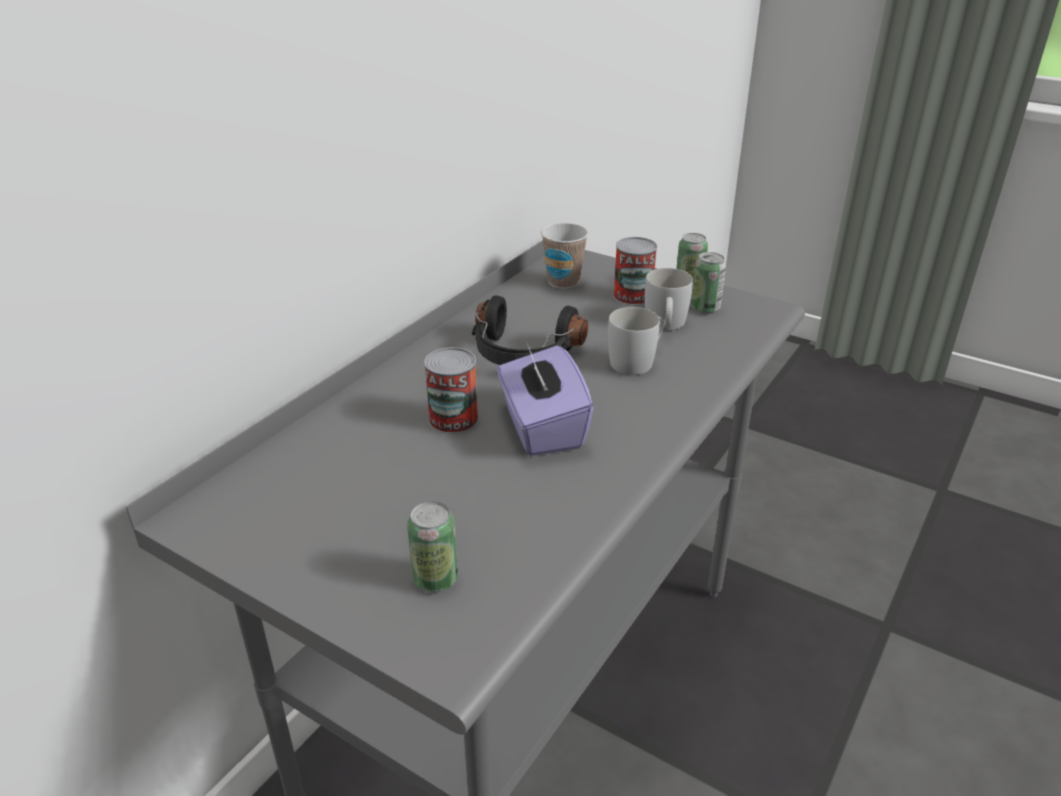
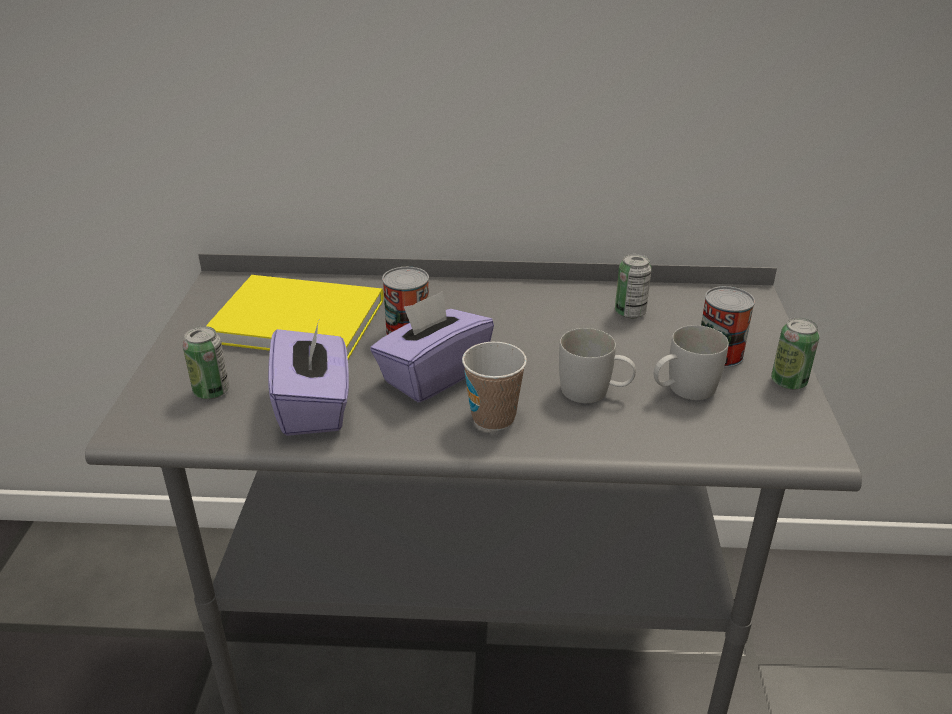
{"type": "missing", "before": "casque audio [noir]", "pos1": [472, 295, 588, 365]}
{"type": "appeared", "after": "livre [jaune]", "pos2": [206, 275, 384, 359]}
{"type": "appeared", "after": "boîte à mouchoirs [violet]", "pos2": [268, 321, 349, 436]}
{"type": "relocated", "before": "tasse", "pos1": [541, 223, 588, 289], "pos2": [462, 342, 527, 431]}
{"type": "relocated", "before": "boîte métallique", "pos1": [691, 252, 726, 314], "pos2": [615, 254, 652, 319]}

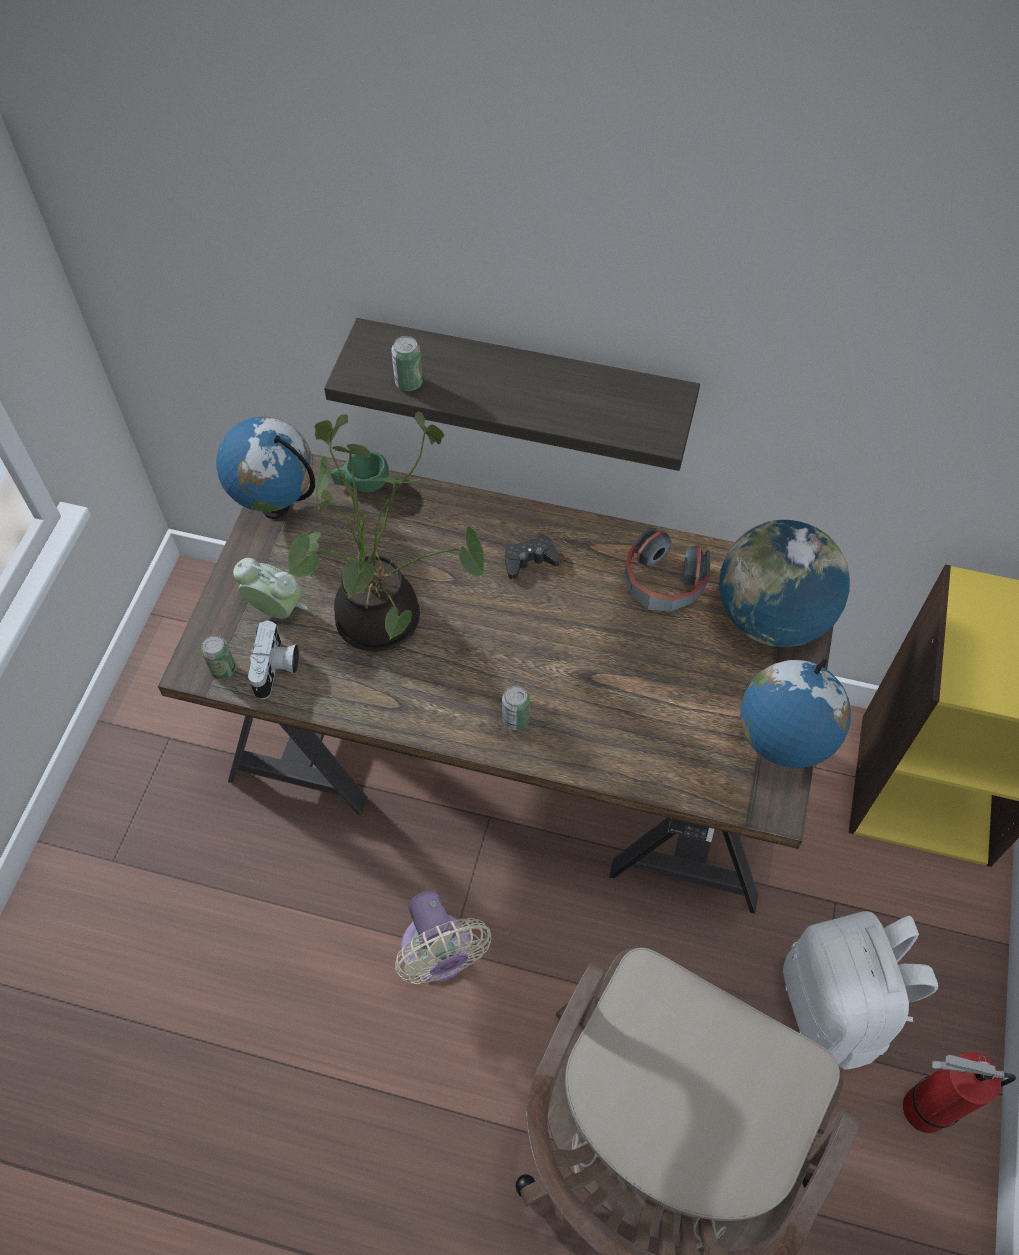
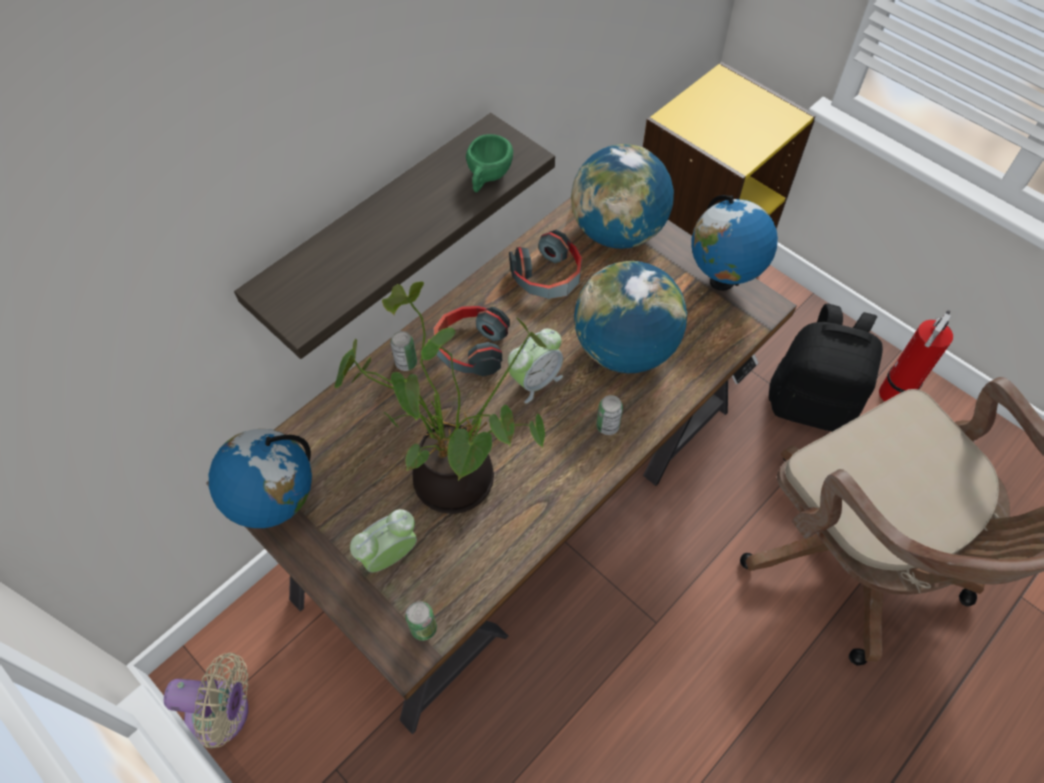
{"type": "missing", "before": "appareil photo", "pos1": [248, 620, 299, 700]}
{"type": "appeared", "after": "réveil", "pos2": [508, 329, 563, 403]}
{"type": "appeared", "after": "globe", "pos2": [574, 261, 687, 373]}
{"type": "relocated", "before": "tasse [vert]", "pos1": [331, 451, 389, 493], "pos2": [466, 134, 513, 192]}
{"type": "relocated", "before": "boîte métallique", "pos1": [391, 336, 423, 391], "pos2": [390, 331, 417, 371]}
{"type": "relocated", "before": "ventilateur [beige]", "pos1": [395, 891, 491, 984], "pos2": [164, 653, 248, 748]}
{"type": "exchanged", "before": "manette [noir]", "after": "casque audio", "pos1": [505, 534, 561, 579], "pos2": [433, 306, 510, 376]}
{"type": "colour", "before": "sac à dos [blanc]", "after": "sac à dos [noir]", "pos1": [783, 911, 938, 1070], "pos2": [769, 303, 883, 432]}

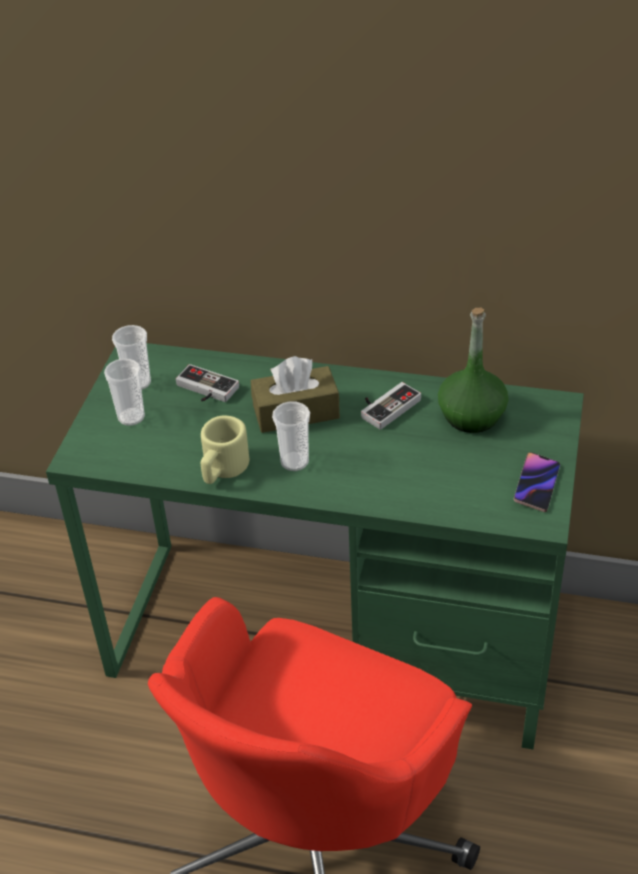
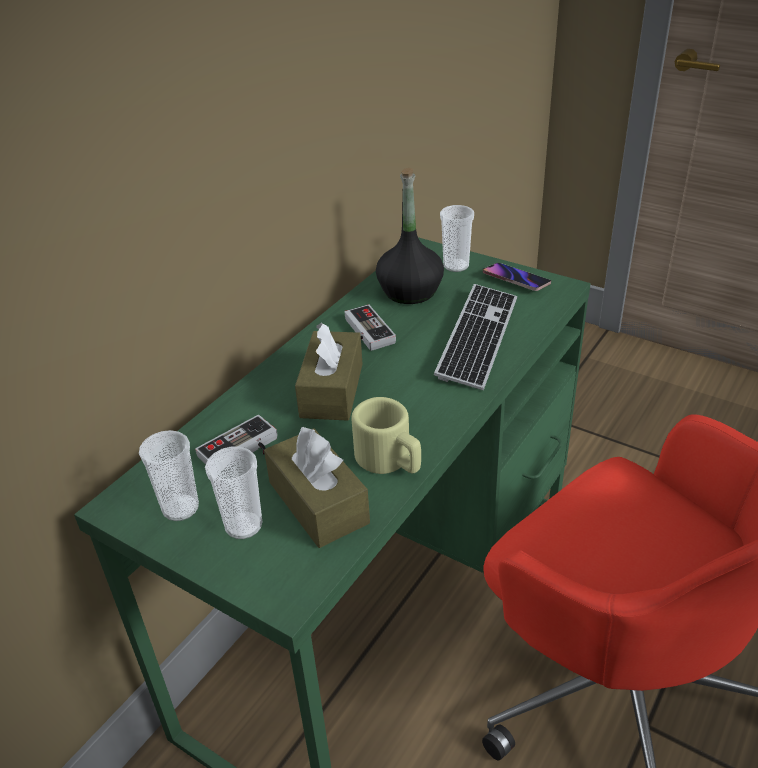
{"type": "appeared", "after": "boîte à mouchoirs [marron]", "pos2": [264, 426, 370, 548]}
{"type": "appeared", "after": "clavier", "pos2": [434, 284, 517, 390]}
{"type": "relocated", "before": "tasse", "pos1": [272, 401, 310, 471], "pos2": [440, 205, 474, 272]}
{"type": "colour", "before": "bouteille [vert]", "after": "bouteille [noir]", "pos1": [438, 308, 508, 433], "pos2": [376, 168, 444, 304]}

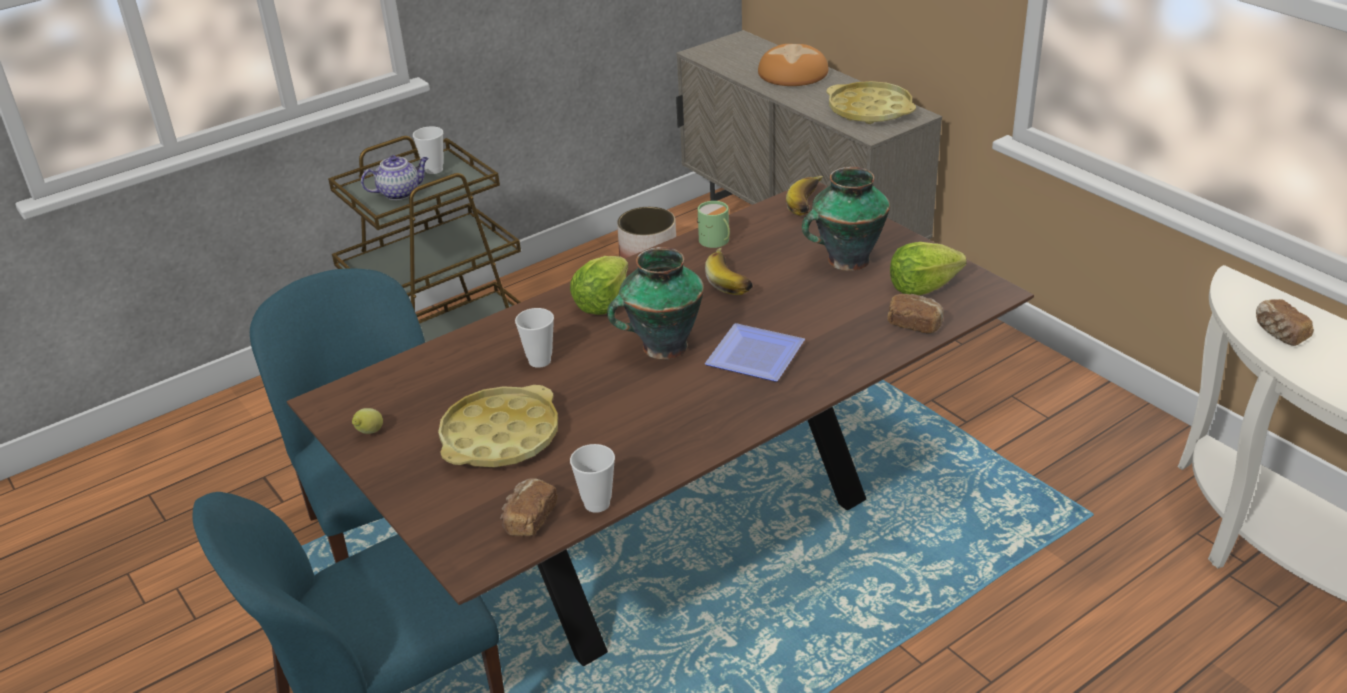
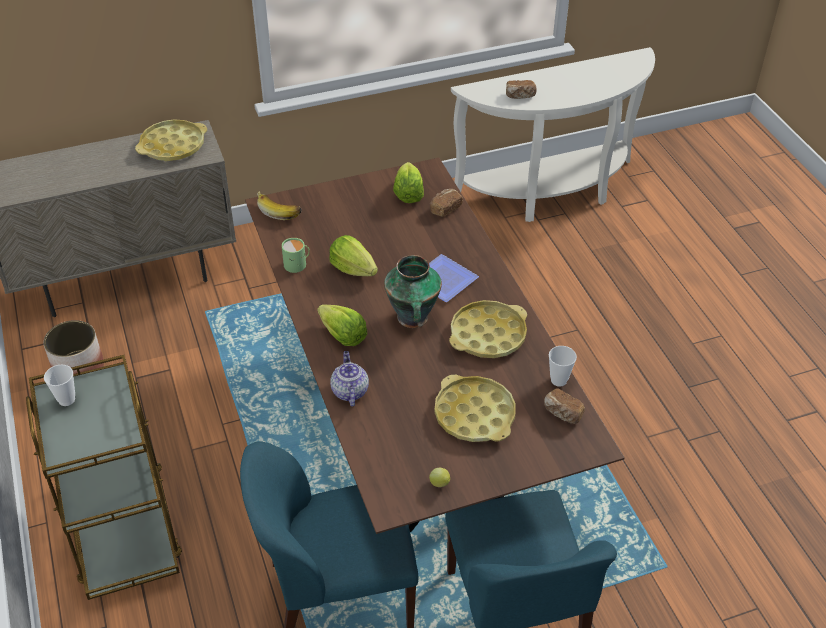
{"type": "missing", "before": "tasse", "pos1": [515, 308, 554, 368]}
{"type": "missing", "before": "pain", "pos1": [758, 44, 828, 86]}
{"type": "missing", "before": "vase", "pos1": [802, 167, 890, 271]}
{"type": "appeared", "after": "plateau [jaune]", "pos2": [449, 300, 527, 358]}
{"type": "relocated", "before": "théière", "pos1": [361, 155, 429, 200], "pos2": [330, 351, 369, 407]}
{"type": "exchanged", "before": "banane", "after": "laitue", "pos1": [705, 248, 753, 295], "pos2": [329, 235, 378, 276]}

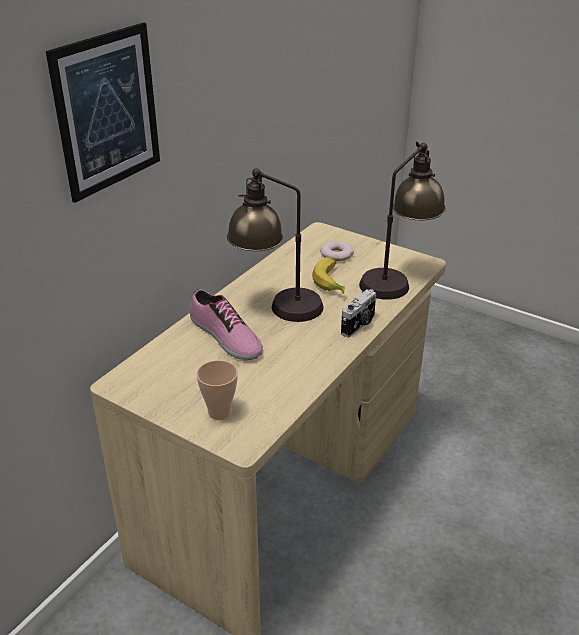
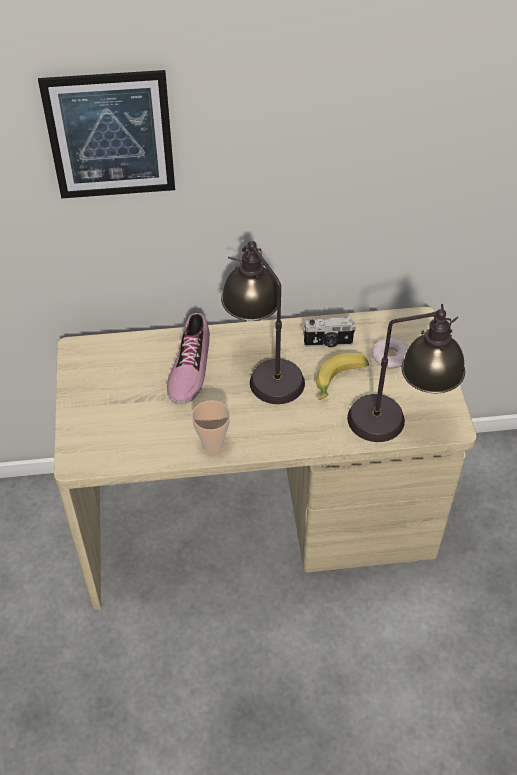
{"type": "relocated", "before": "tasse", "pos1": [196, 360, 238, 420], "pos2": [192, 400, 230, 453]}
{"type": "relocated", "before": "appareil photo", "pos1": [341, 289, 376, 337], "pos2": [303, 317, 356, 347]}

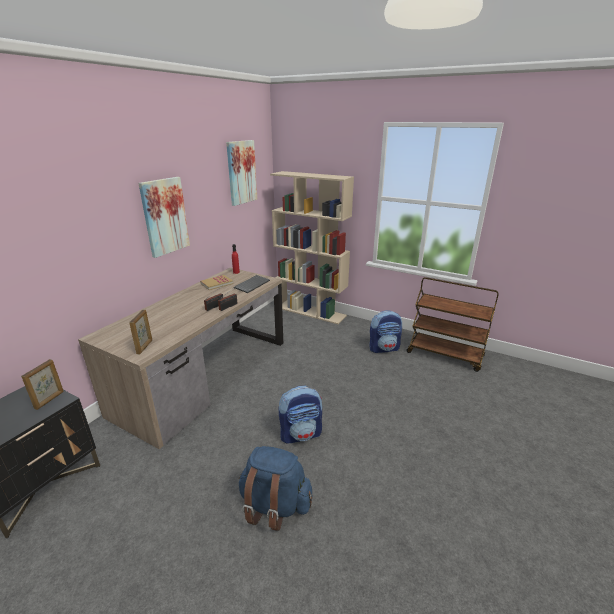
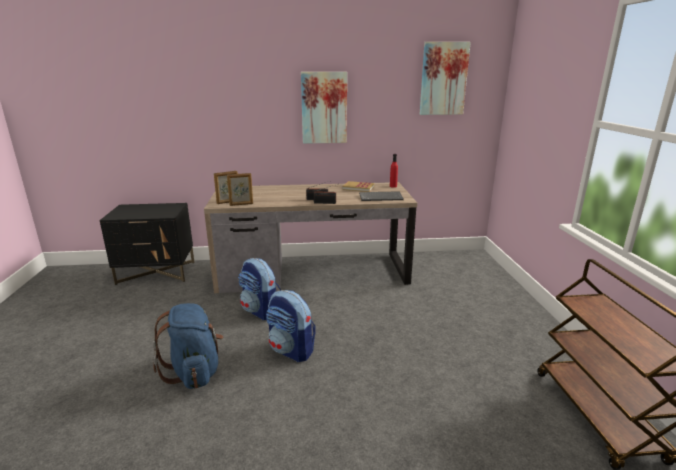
{"type": "missing", "before": "bibliothèque [beige]", "pos1": [270, 171, 354, 324]}
{"type": "relocated", "before": "cadre photo", "pos1": [21, 359, 64, 410], "pos2": [227, 173, 253, 206]}
{"type": "relocated", "before": "sac à dos", "pos1": [369, 310, 402, 353], "pos2": [238, 258, 281, 320]}

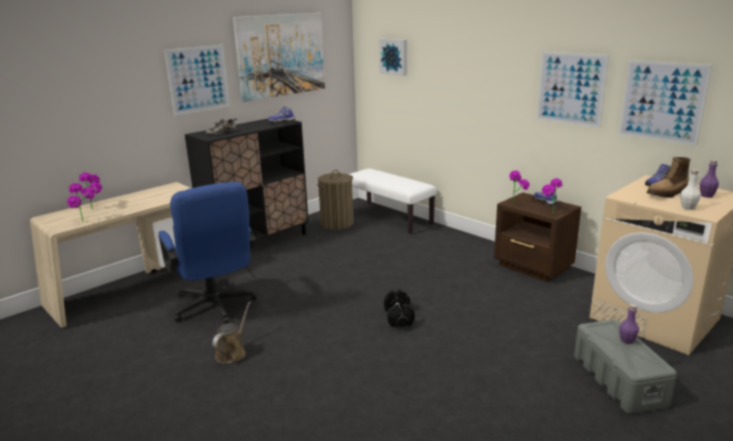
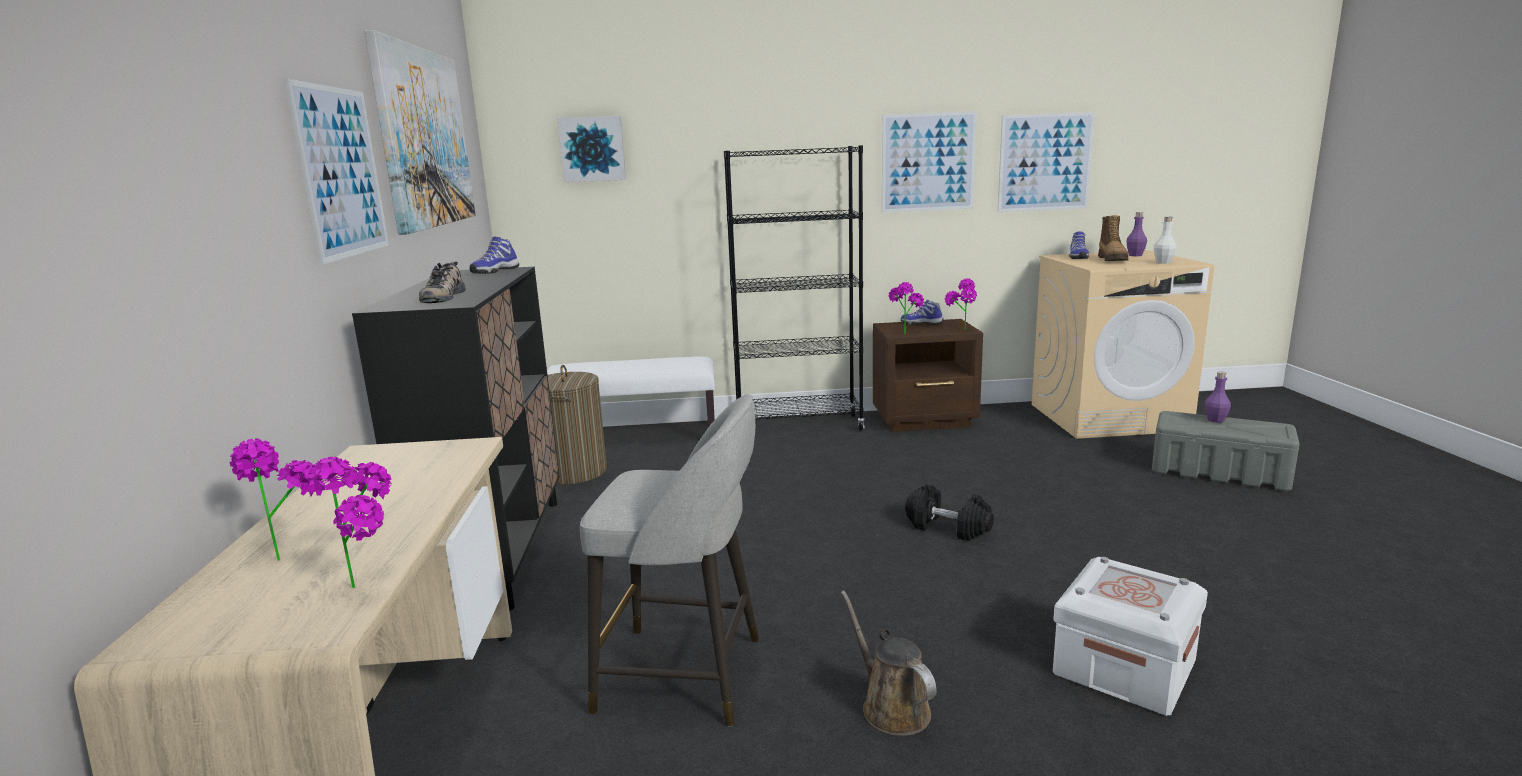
{"type": "appeared", "after": "bibliothèque [noir]", "pos2": [724, 145, 865, 431]}
{"type": "appeared", "after": "boîte de rangement [blanc]", "pos2": [1053, 557, 1208, 716]}
{"type": "exchanged", "before": "chaise de bureau [bleu]", "after": "tabouret [gris]", "pos1": [158, 182, 257, 324], "pos2": [580, 394, 759, 727]}

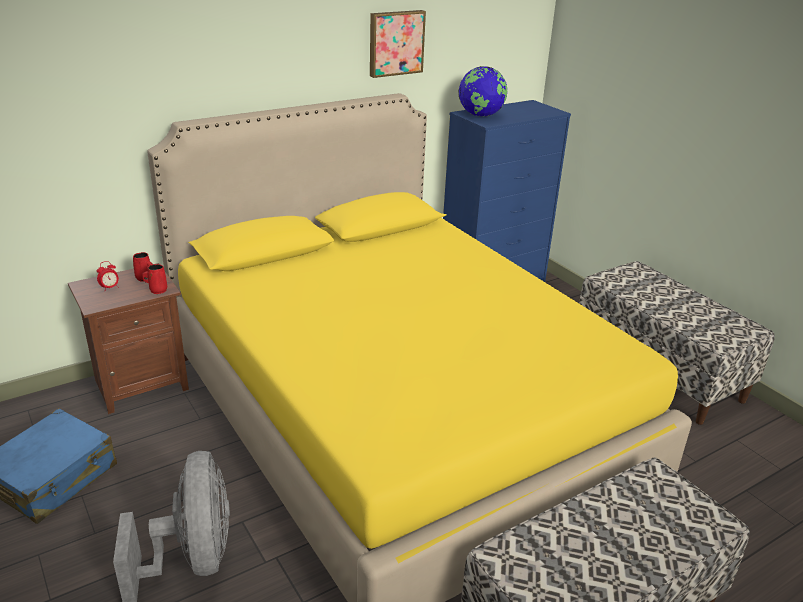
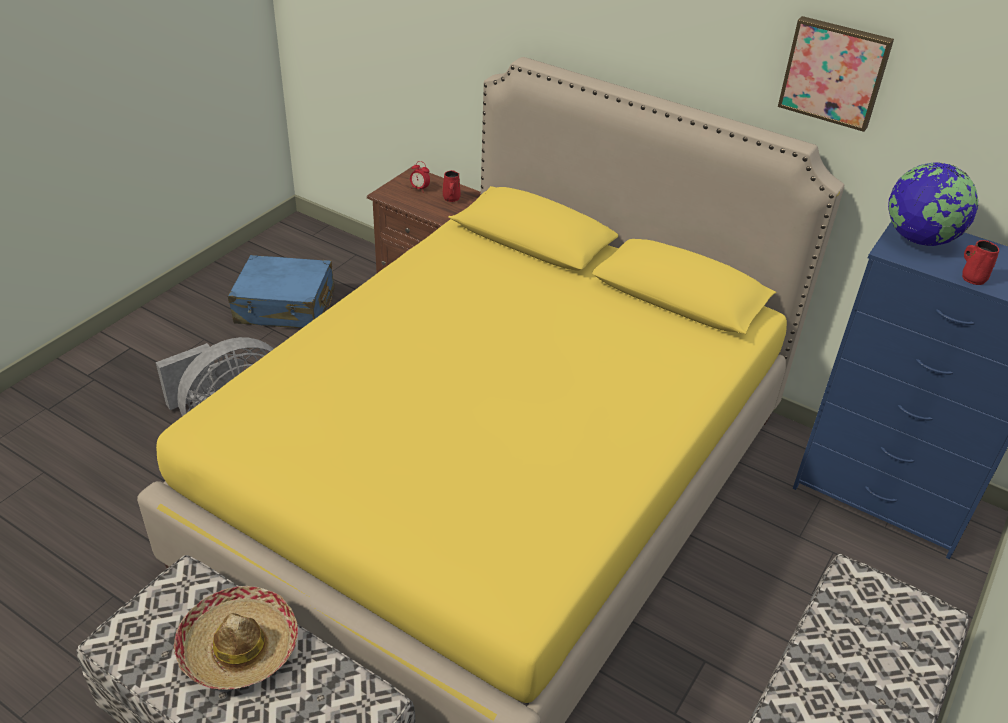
{"type": "appeared", "after": "chapeau", "pos2": [173, 586, 298, 690]}
{"type": "relocated", "before": "mug [rouge]", "pos1": [142, 264, 167, 294], "pos2": [962, 240, 999, 285]}

